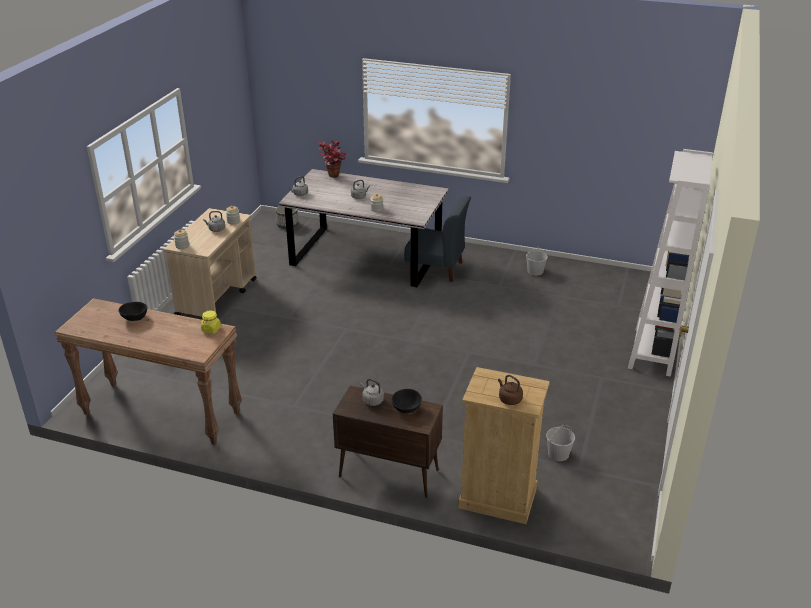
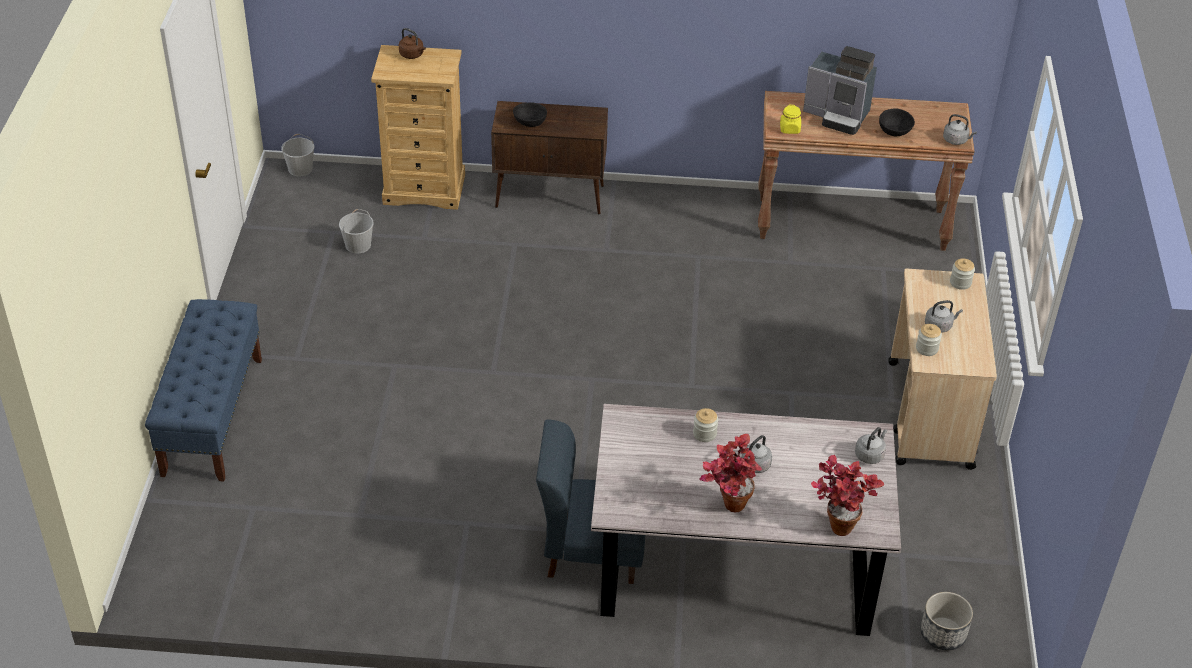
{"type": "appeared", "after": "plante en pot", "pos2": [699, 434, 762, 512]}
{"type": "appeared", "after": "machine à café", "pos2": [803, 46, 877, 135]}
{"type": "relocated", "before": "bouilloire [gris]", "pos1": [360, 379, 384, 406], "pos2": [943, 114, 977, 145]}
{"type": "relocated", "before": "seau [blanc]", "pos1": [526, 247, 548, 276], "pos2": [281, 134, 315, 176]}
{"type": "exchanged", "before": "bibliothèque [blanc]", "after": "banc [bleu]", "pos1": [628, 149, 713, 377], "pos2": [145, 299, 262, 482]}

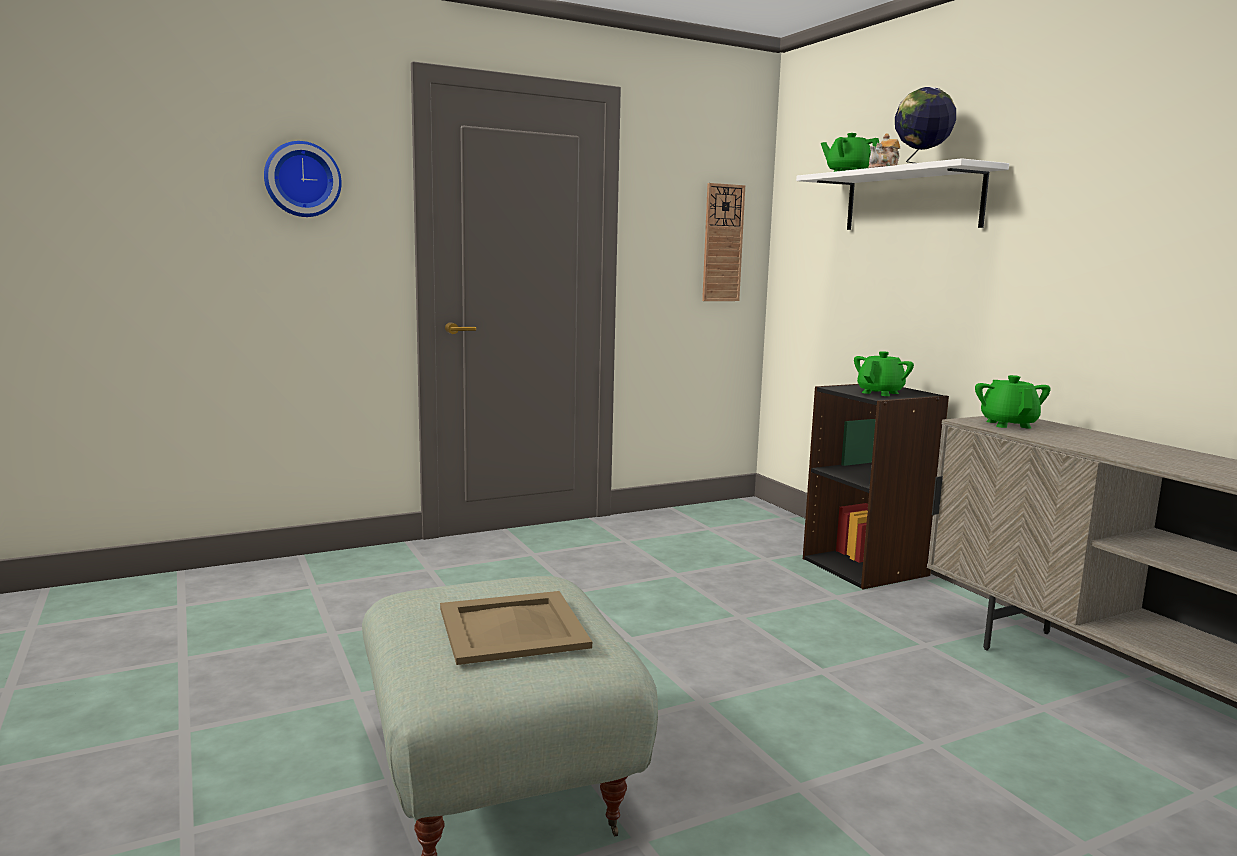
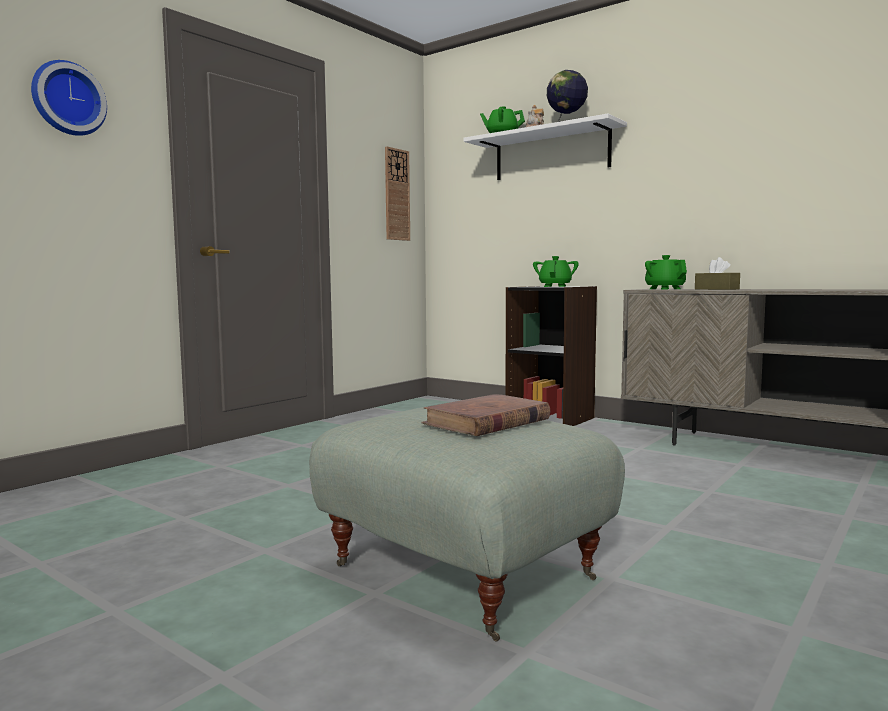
{"type": "appeared", "after": "boîte à mouchoirs [marron]", "pos2": [695, 257, 740, 290]}
{"type": "exchanged", "before": "plateau [beige]", "after": "livre [marron]", "pos1": [440, 591, 592, 665], "pos2": [422, 394, 550, 436]}

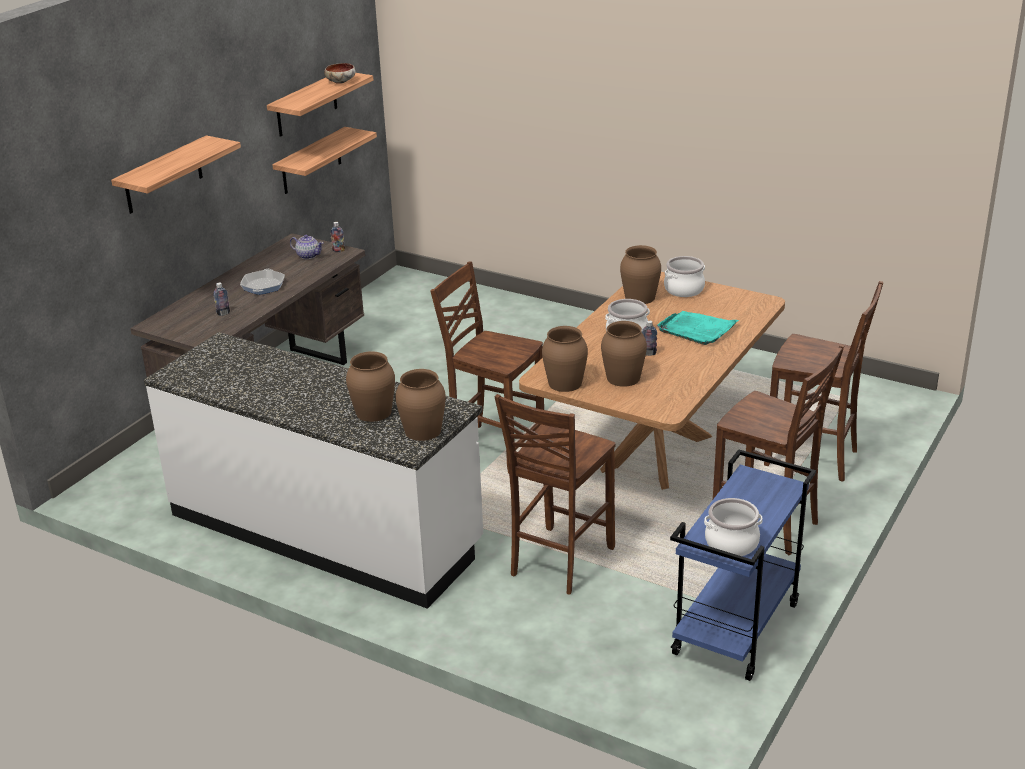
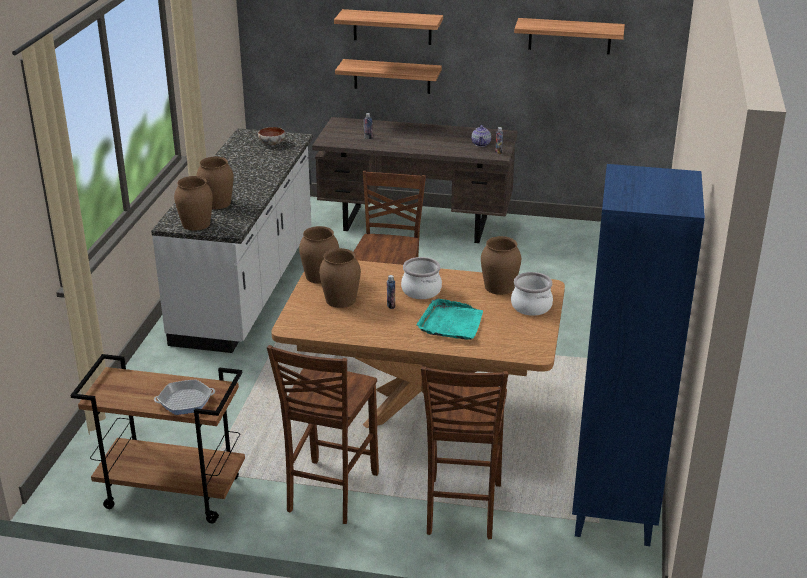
{"type": "missing", "before": "chaise [marron]", "pos1": [494, 394, 616, 595]}
{"type": "missing", "before": "marmite", "pos1": [704, 498, 763, 556]}
{"type": "appeared", "after": "bibliothèque [bleu]", "pos2": [572, 164, 705, 546]}
{"type": "relocated", "before": "poêle", "pos1": [240, 269, 285, 295], "pos2": [154, 379, 215, 415]}
{"type": "relocated", "before": "étagère", "pos1": [272, 127, 377, 194], "pos2": [335, 59, 442, 94]}
{"type": "relocated", "before": "bol", "pos1": [324, 63, 356, 84], "pos2": [258, 127, 286, 145]}
{"type": "colour", "before": "chariot [bleu]", "after": "chariot [marron]", "pos1": [670, 449, 816, 681], "pos2": [70, 354, 245, 523]}

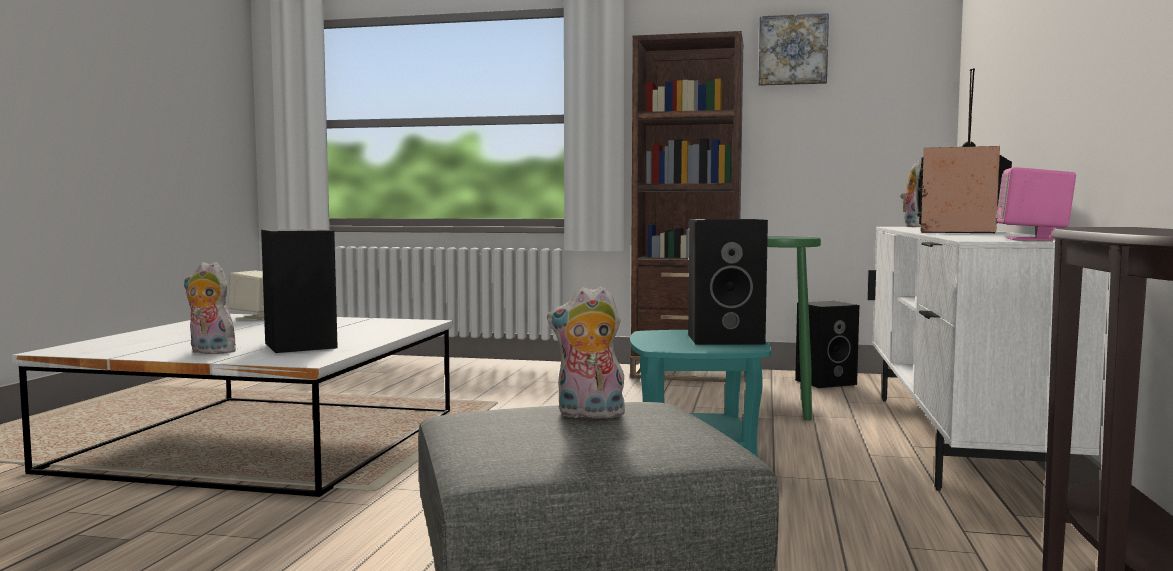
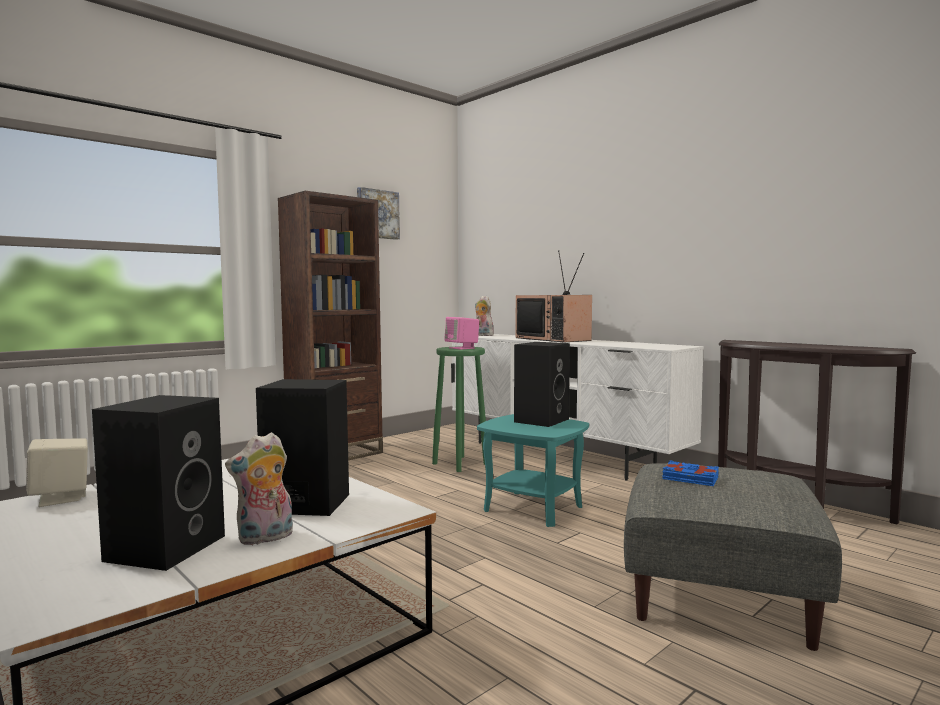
{"type": "relocated", "before": "enceinte [noir]", "pos1": [795, 301, 859, 388], "pos2": [92, 395, 225, 571]}
{"type": "relocated", "before": "enceinte [rose]", "pos1": [996, 167, 1076, 241], "pos2": [444, 317, 479, 350]}
{"type": "exchanged", "before": "peluche", "after": "livre [bleu]", "pos1": [547, 286, 625, 419], "pos2": [662, 460, 719, 486]}

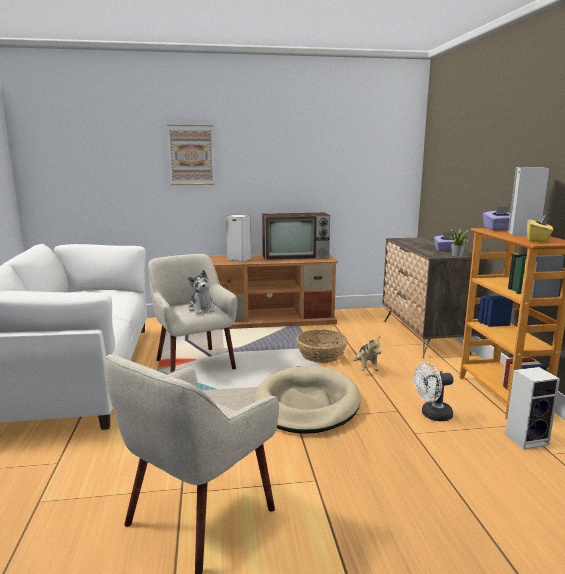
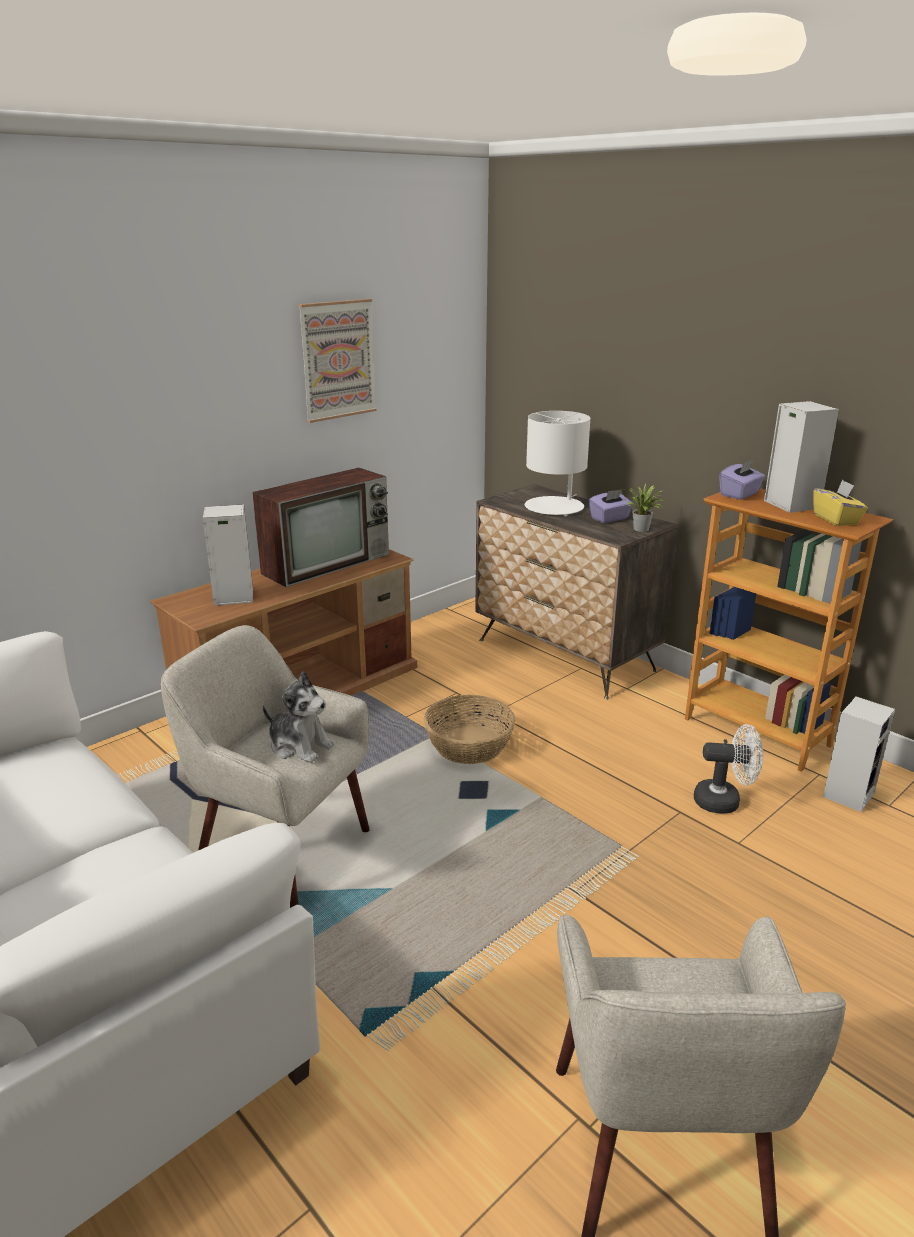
{"type": "missing", "before": "panier pour chien [beige]", "pos1": [254, 366, 361, 434]}
{"type": "missing", "before": "peluche", "pos1": [353, 336, 381, 371]}
{"type": "appeared", "after": "lampe de table [blanc]", "pos2": [525, 411, 590, 516]}
{"type": "relocated", "before": "tableau", "pos1": [167, 125, 215, 185], "pos2": [298, 299, 377, 423]}
{"type": "spun", "before": "ventilateur [blanc]", "pos1": [414, 362, 454, 421], "pos2": [694, 724, 763, 814], "turn": -120}

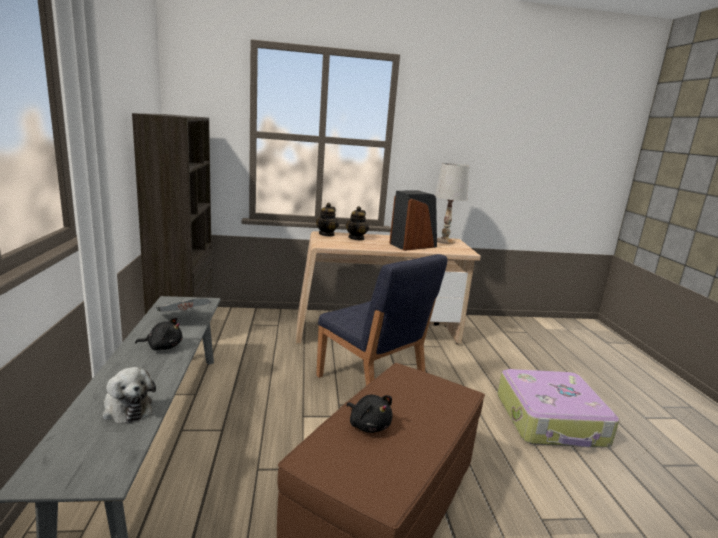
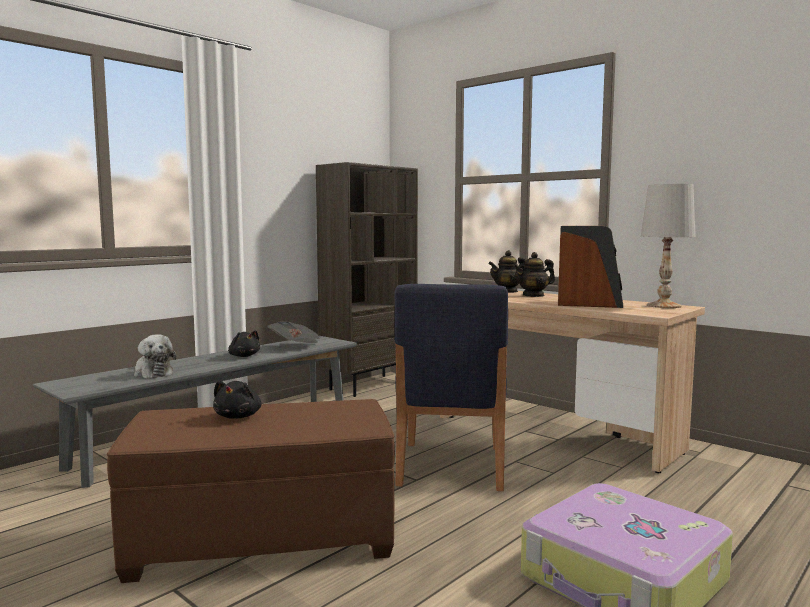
{"type": "spun", "before": "peluche", "pos1": [102, 367, 156, 424], "pos2": [134, 335, 176, 378], "turn": -45}

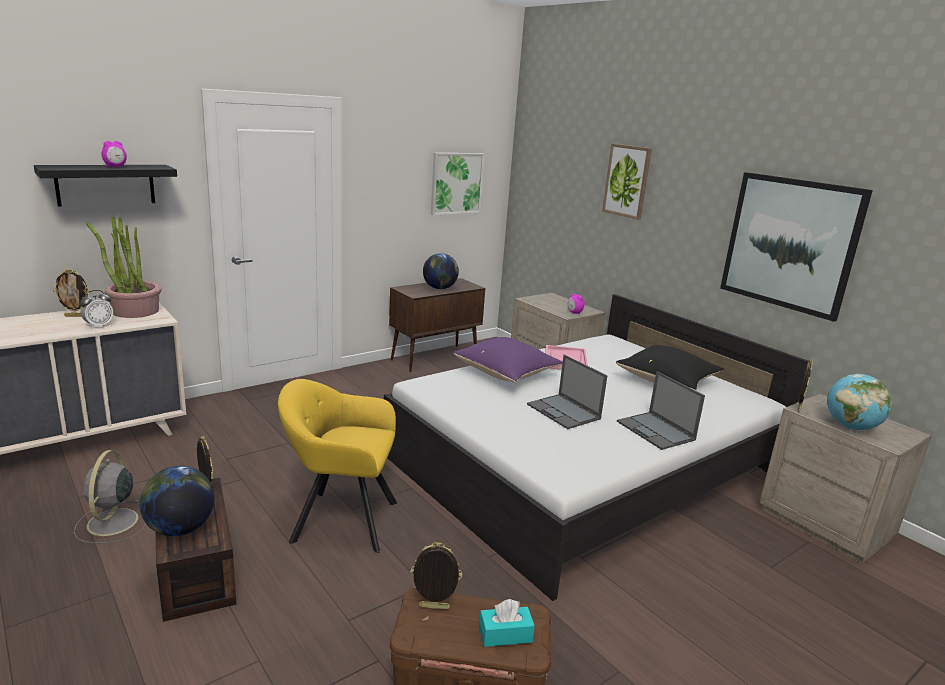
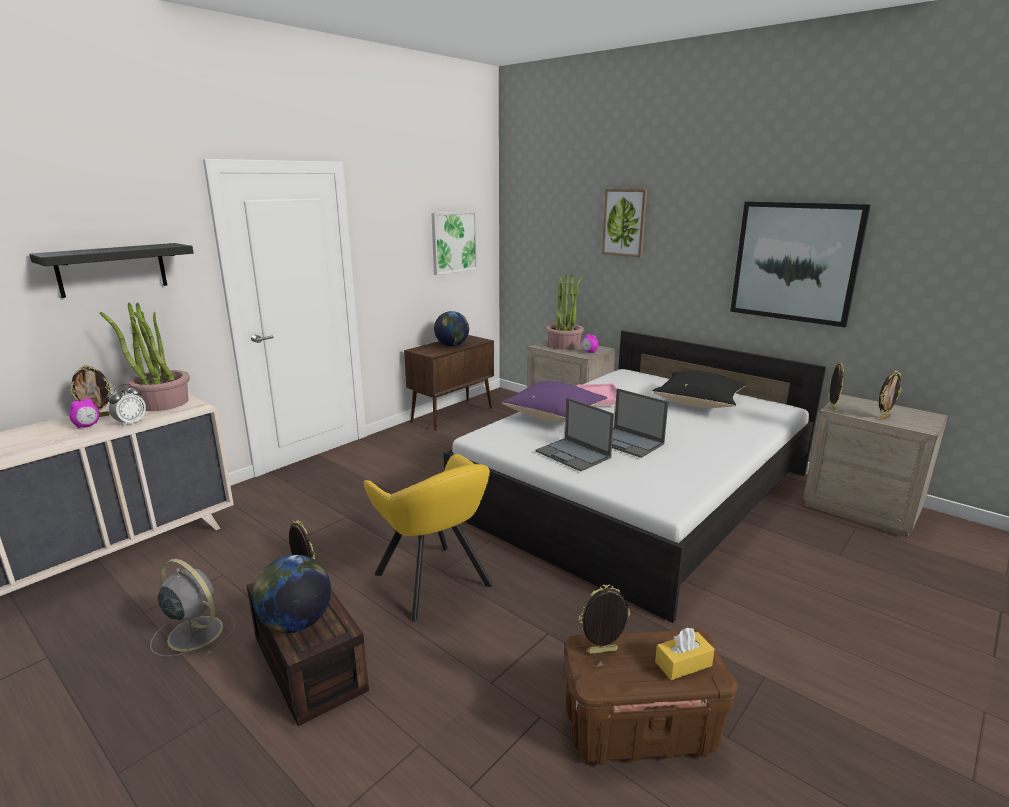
{"type": "appeared", "after": "plante en pot", "pos2": [546, 274, 584, 349]}
{"type": "relocated", "before": "réveil", "pos1": [102, 141, 127, 167], "pos2": [69, 398, 99, 429]}
{"type": "relocated", "before": "ordinateur portable", "pos1": [617, 371, 705, 450], "pos2": [535, 398, 614, 472]}
{"type": "exchanged", "before": "globe", "after": "cadre photo", "pos1": [827, 374, 892, 430], "pos2": [879, 370, 902, 420]}
{"type": "colour", "before": "boîte à mouchoirs [turquoise]", "after": "boîte à mouchoirs [jaune]", "pos1": [479, 599, 535, 647], "pos2": [655, 628, 715, 680]}
{"type": "spun", "before": "ventilateur [gris]", "pos1": [74, 450, 146, 544], "pos2": [150, 559, 235, 657], "turn": 135}
{"type": "spun", "before": "fauteuil [jaune]", "pos1": [278, 379, 397, 553], "pos2": [363, 454, 493, 622], "turn": -120}

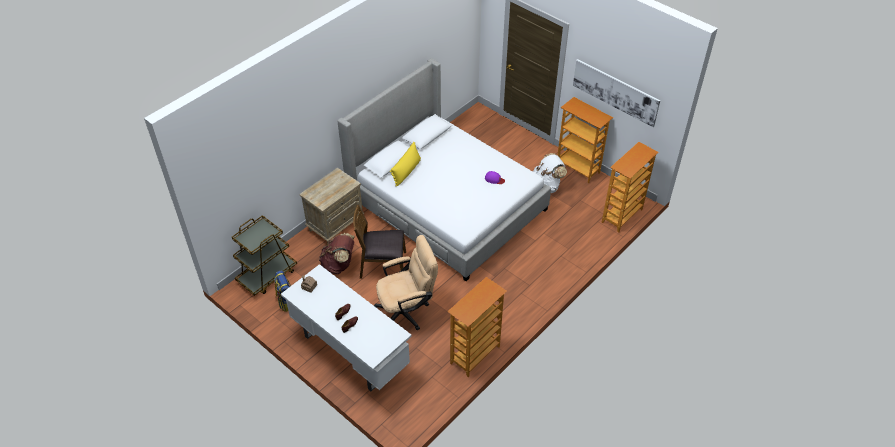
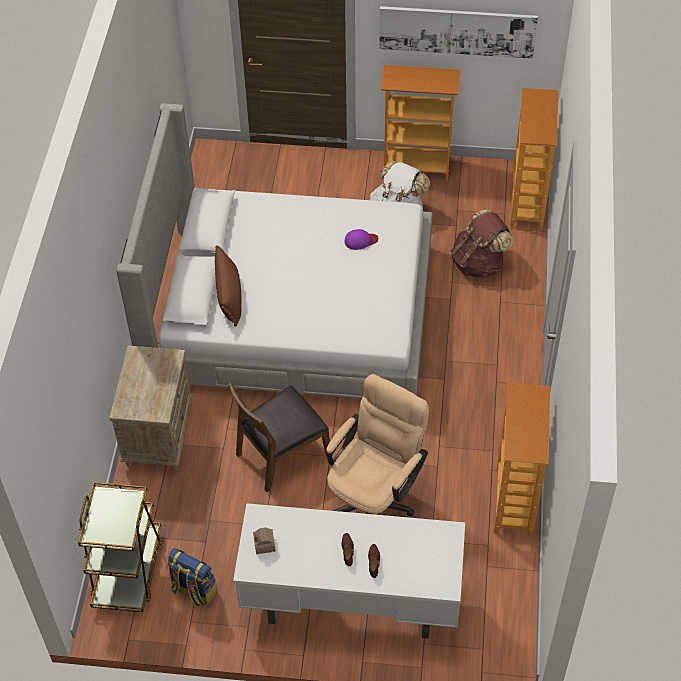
{"type": "relocated", "before": "sac à dos [marron]", "pos1": [319, 233, 355, 274], "pos2": [451, 209, 514, 278]}
{"type": "colour", "before": "coussin [jaune]", "after": "coussin [marron]", "pos1": [390, 142, 421, 187], "pos2": [215, 245, 242, 327]}

